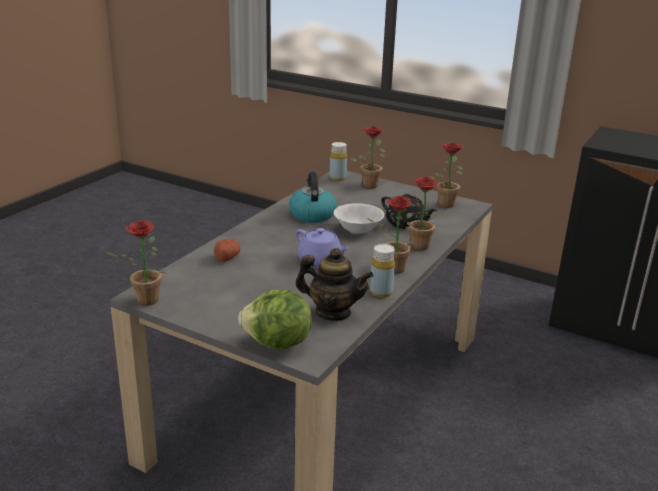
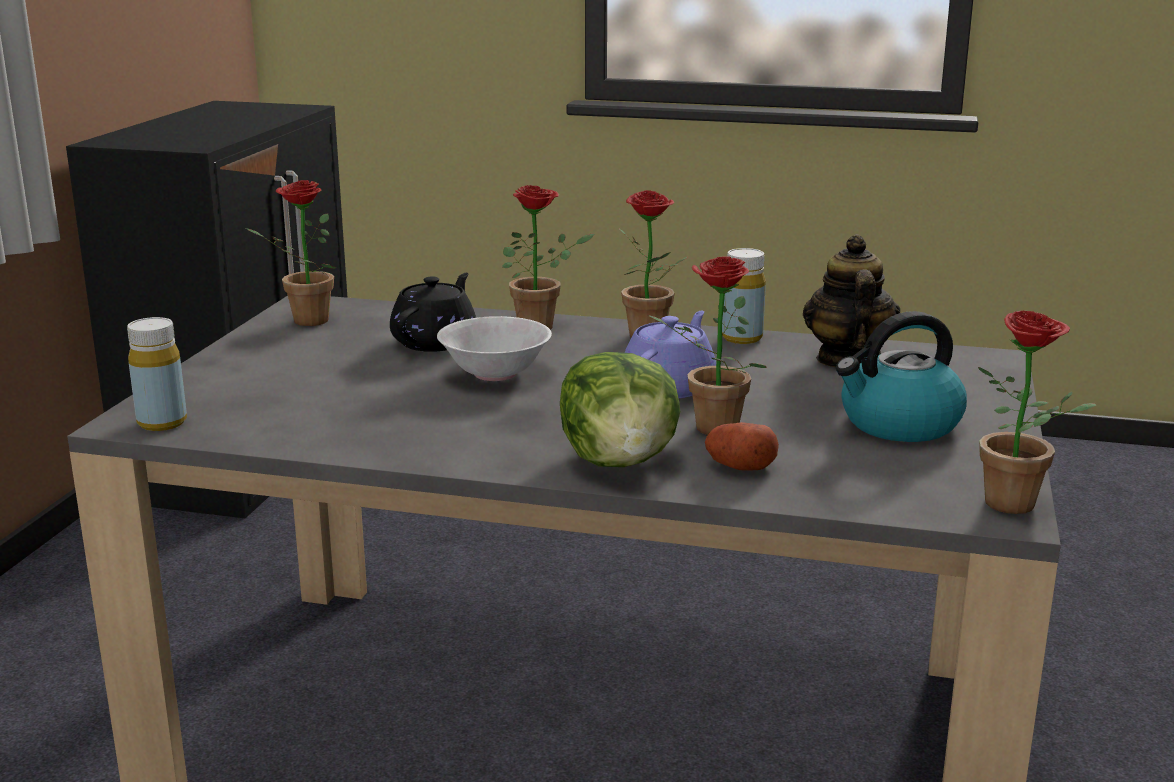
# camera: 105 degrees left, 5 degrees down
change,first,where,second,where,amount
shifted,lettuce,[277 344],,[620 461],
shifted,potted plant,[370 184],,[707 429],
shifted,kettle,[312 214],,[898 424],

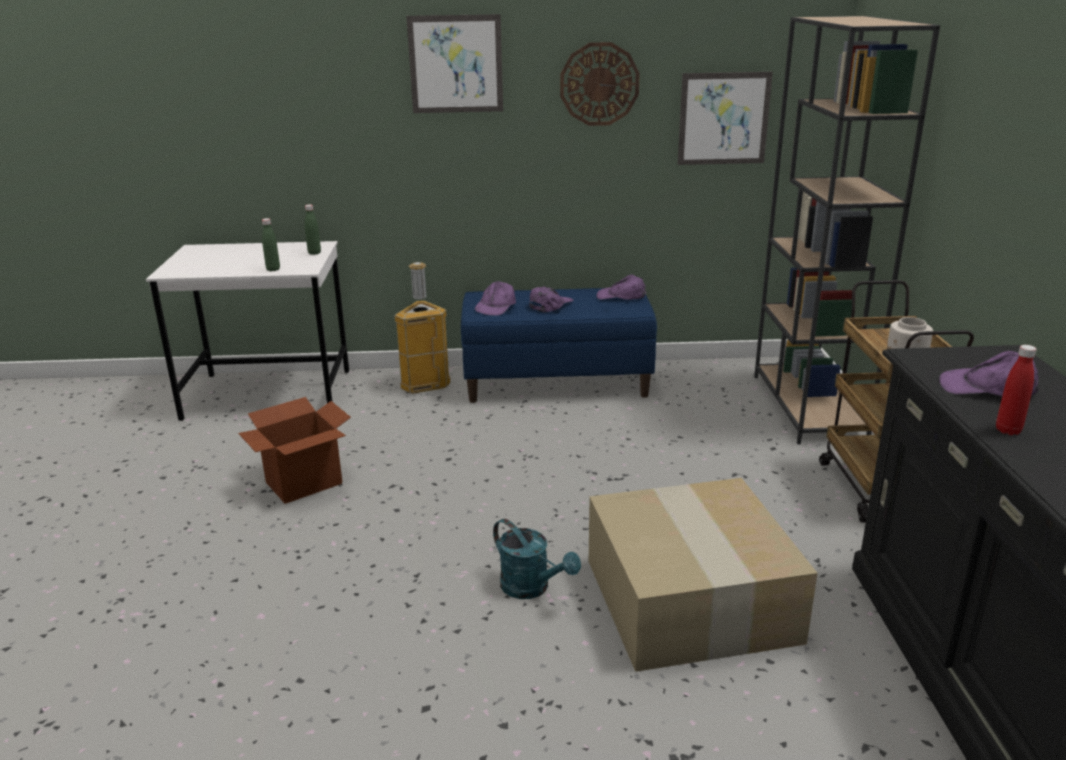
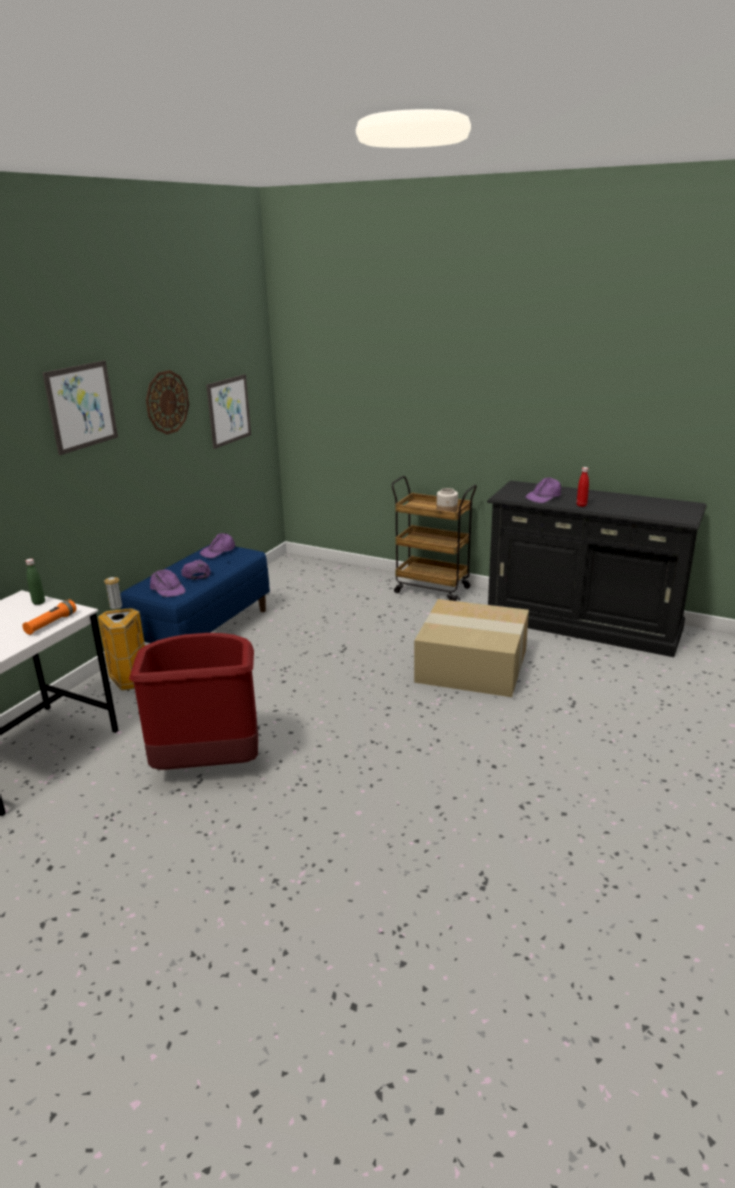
# camera: 60 degrees left, 0 degrees up
change,first,where,second,where,amount
swapped,bottle/green,[273 269],flashlight/orange,[51 624],
swapped,cardboard box,[303 483],trash can/red,[207 765],
gone,watering can/turquoise,[532 588],,,
gone,bookcase,[808 407],,,

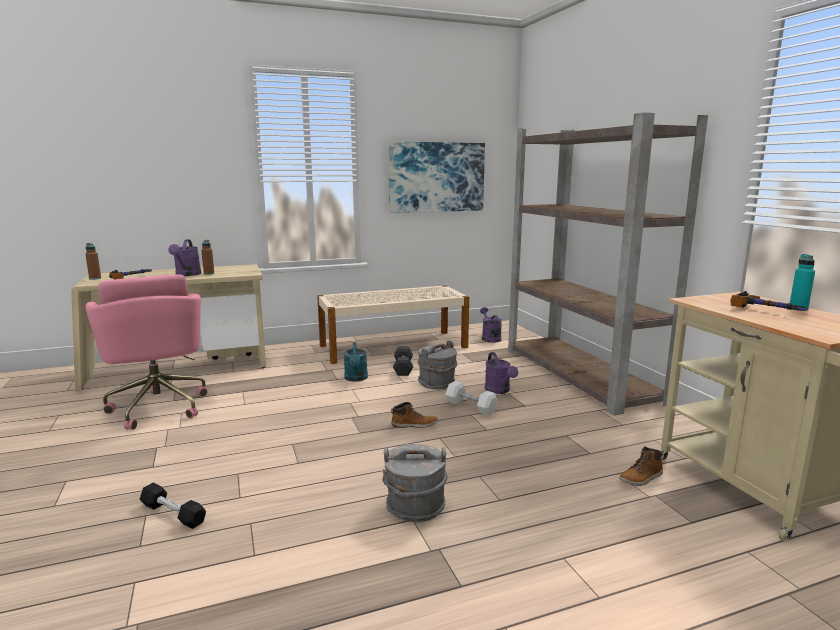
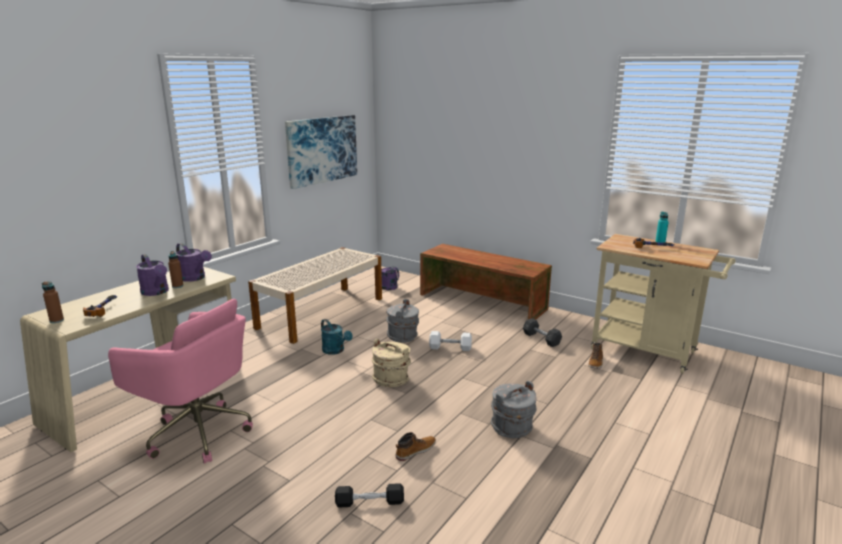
# camera: 35 degrees left, 5 degrees up
change,first,where,second,where,amount
shifted,watering can/purple,[499 391],,[195 278],
new,,,bucket/beige,[391 379],
shifted,boot,[414 425],,[415 451],
swapped,bookcase/brown,[579 374],bench/brown,[483 301],
shifted,dumbbell/grey,[403 368],,[541 339],

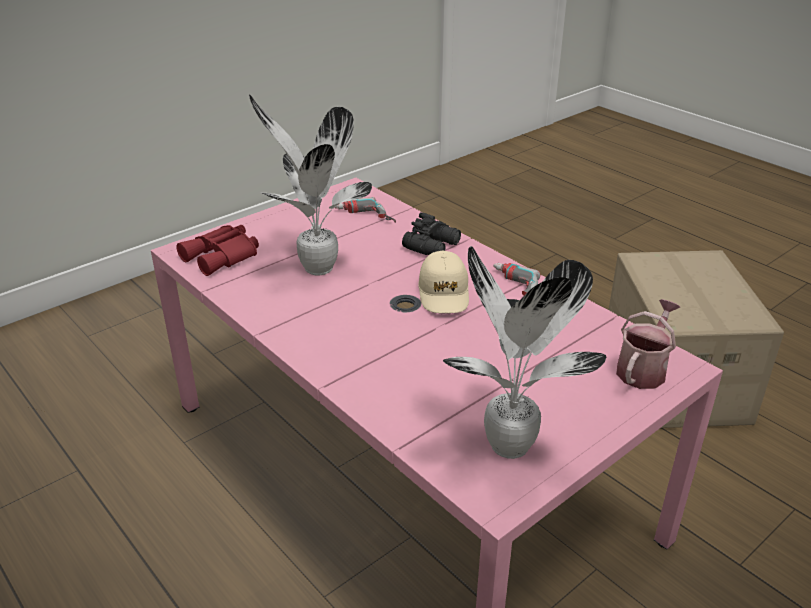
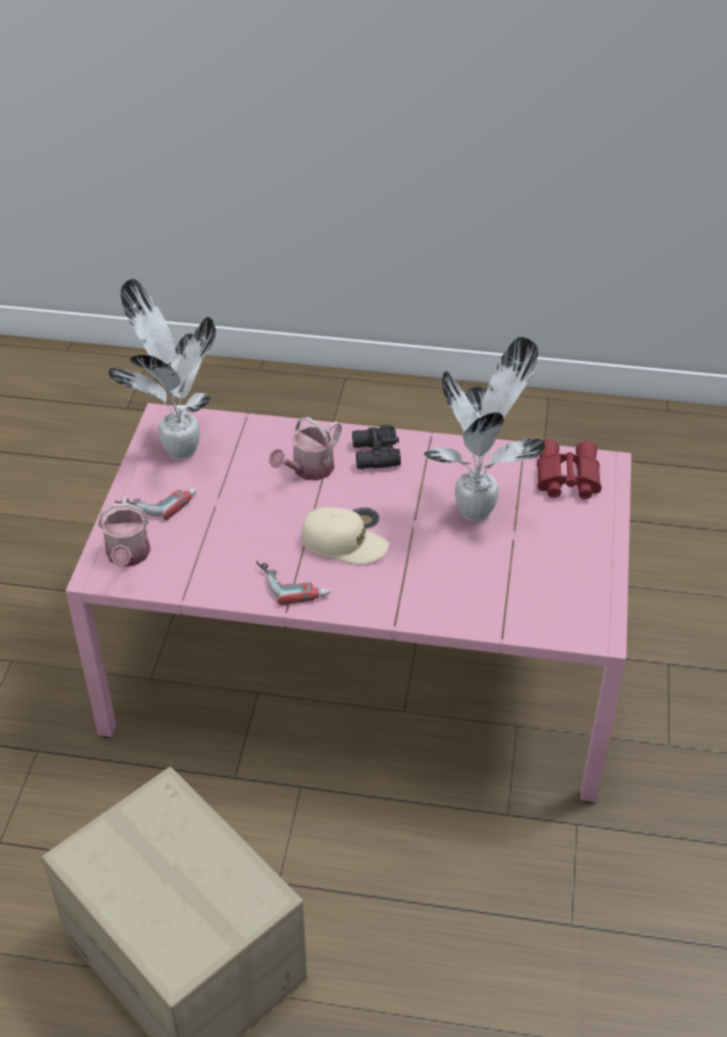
# camera: 140 degrees right, 10 degrees up
change,first,where,second,where,amount
shifted,power drill,[364 217],,[158 500],
new,,,watering can,[308 470],
rotated,cap/beige,[444 293],,[344 543],150 degrees clockwise
shifted,binoculars/black,[433 246],,[374 456],

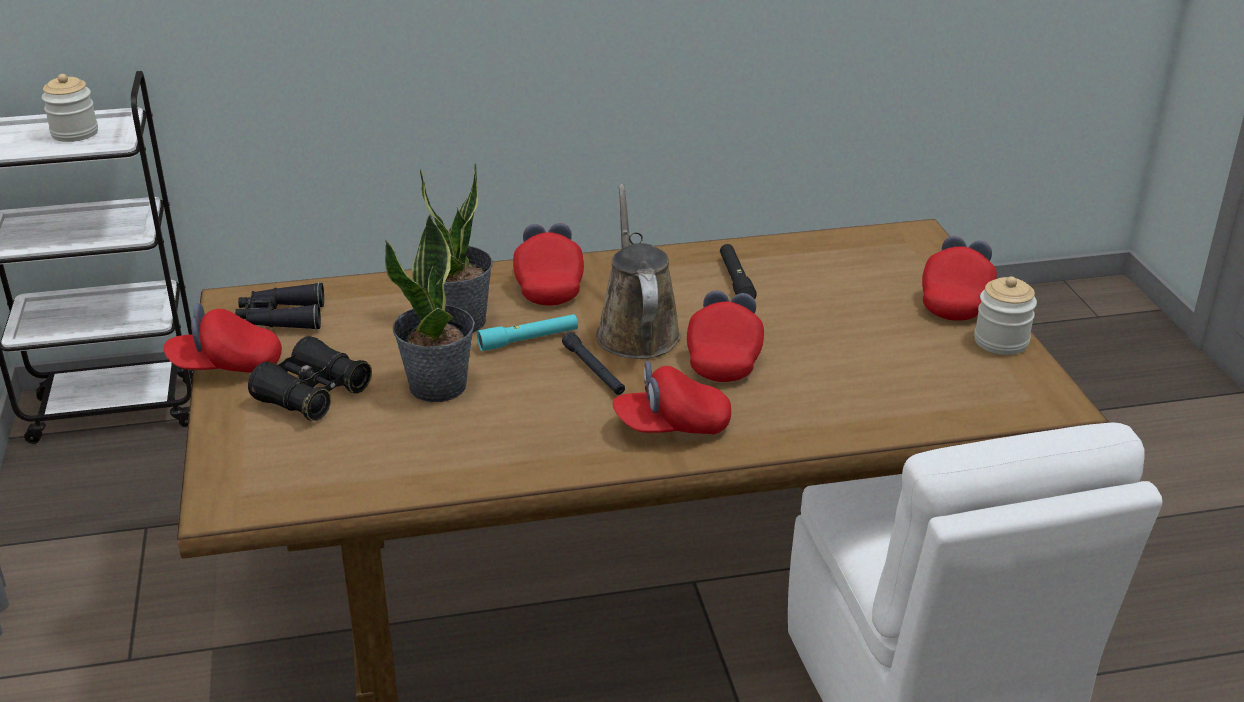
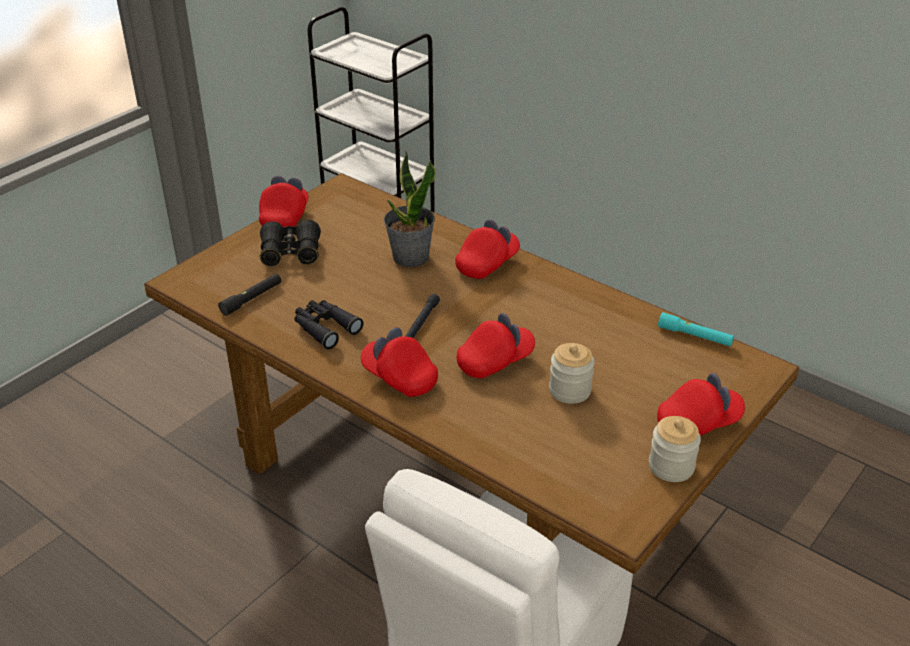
# camera: 50 degrees right, 5 degrees up
change,first,where,second,where,amount
shifted,flashlight/black,[735 280],,[252 299],
rotated,cap/red,[226 366],,[285 217],60 degrees clockwise
shifted,binoculars/black,[281 318],,[325 328],
shifted,jar,[75 133],,[570 390],
shifted,flashlight/turquoise,[528 340],,[694 336],
gone,potted plant,[439 386],,,
gone,watering can/brown,[636 331],,,

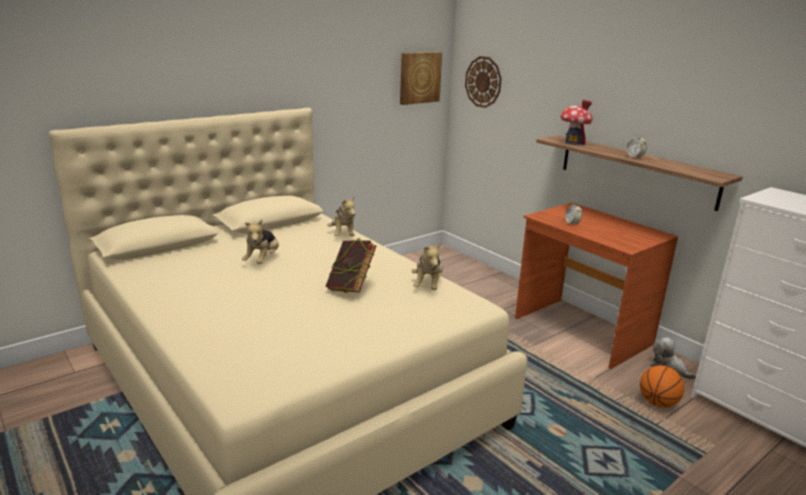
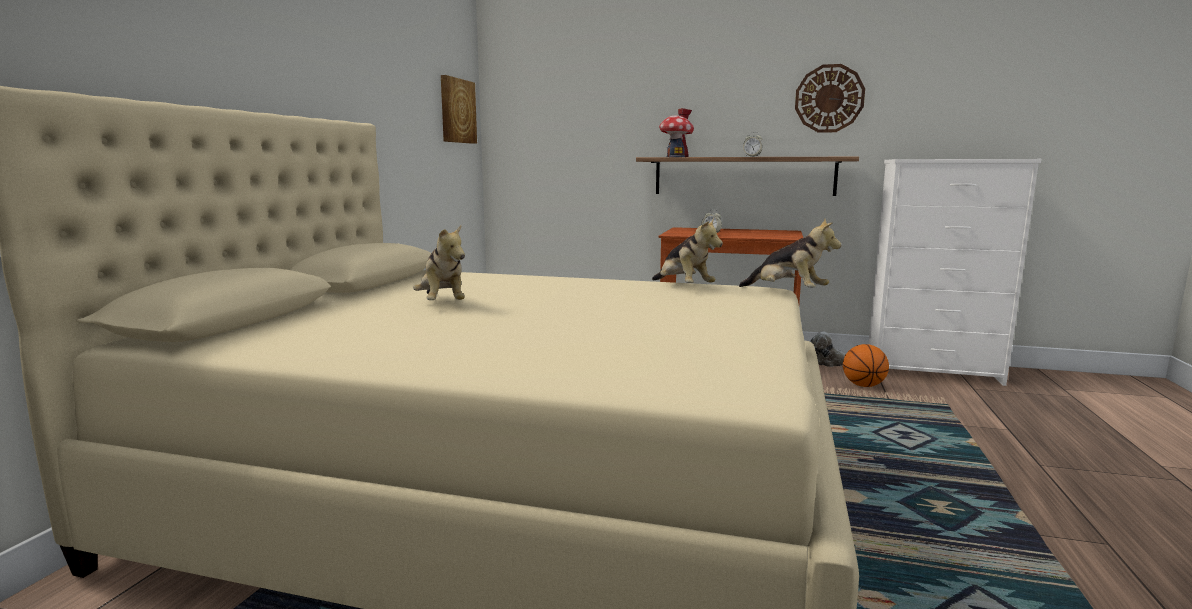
# camera: 35 degrees left, 10 degrees down
change,first,where,second,where,amount
shifted,plush toy,[342 234],,[787 292],
shifted,wall clock,[483 82],,[829 98],
gone,book,[351 289],,,

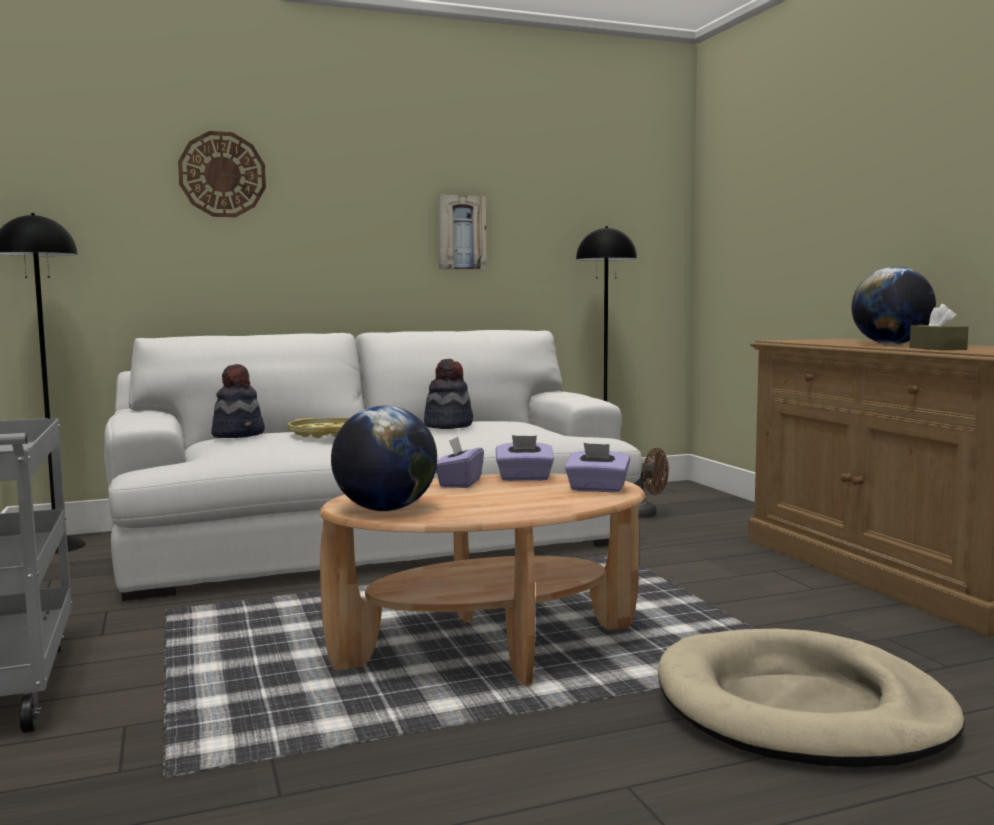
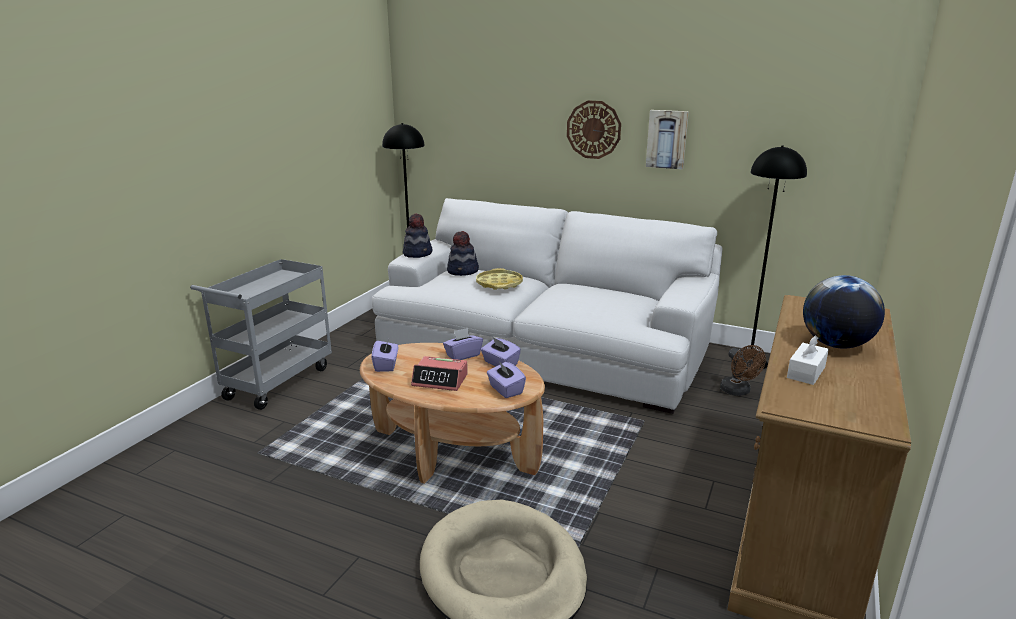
# camera: 45 degrees right, 15 degrees up
change,first,where,second,where,amount
swapped,globe,[385 509],tissue box/purple,[386 365],
shifted,hat,[448 425],,[418 253],
new,,,alarm clock,[440 380],
shifted,wall clock,[222 174],,[593 129],
repainted,tissue box/brown,[937 348],tissue box/white,[806 372],

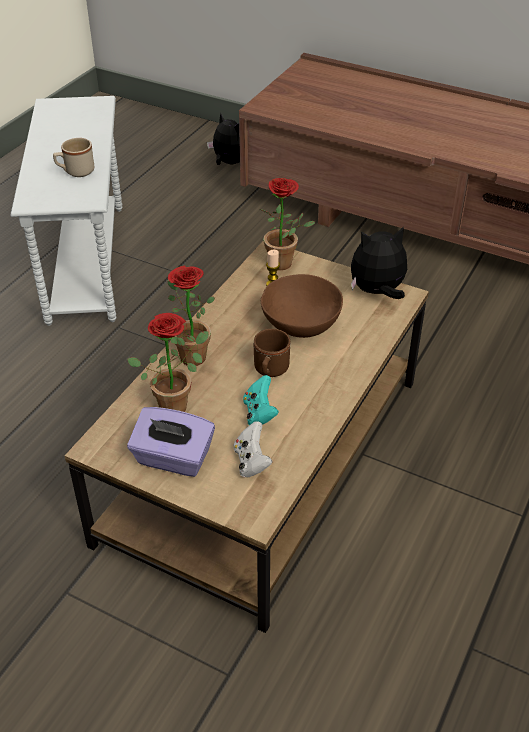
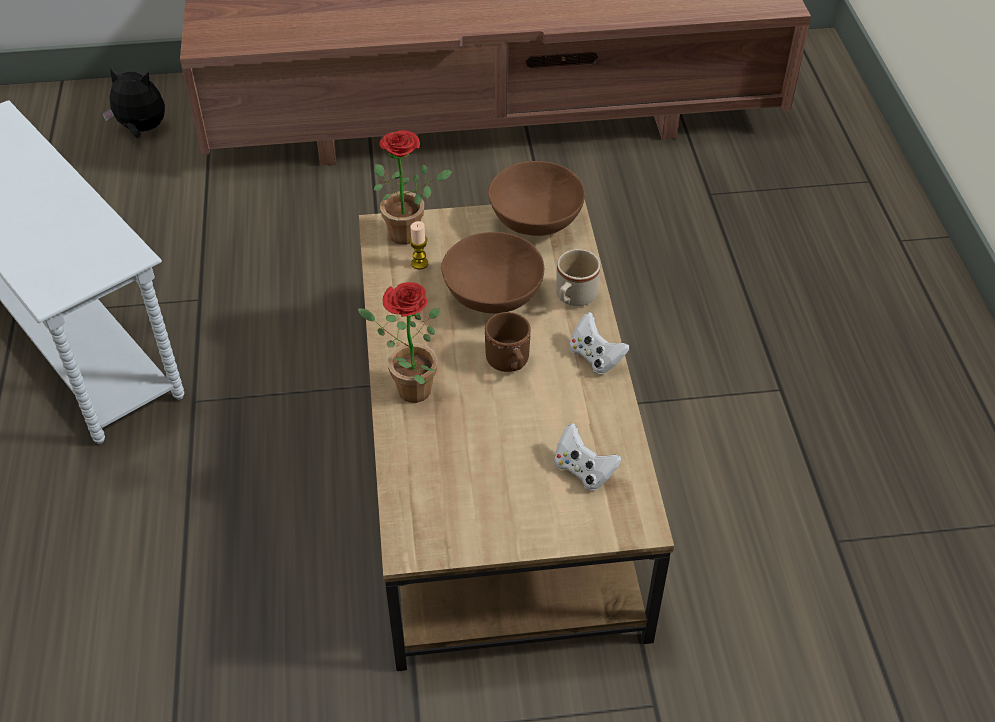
# camera: 35 degrees left, 5 degrees up
change,first,where,second,where,amount
swapped,plush toy,[377 292],bowl/brown,[535 221],
shifted,mug/beige,[75 172],,[573 298],
new,,,game controller/white,[595 357],
gone,potted plant,[177 403],,,
gone,tissue box/purple,[173 458],,,
gone,game controller/turquoise,[259 413],,,

